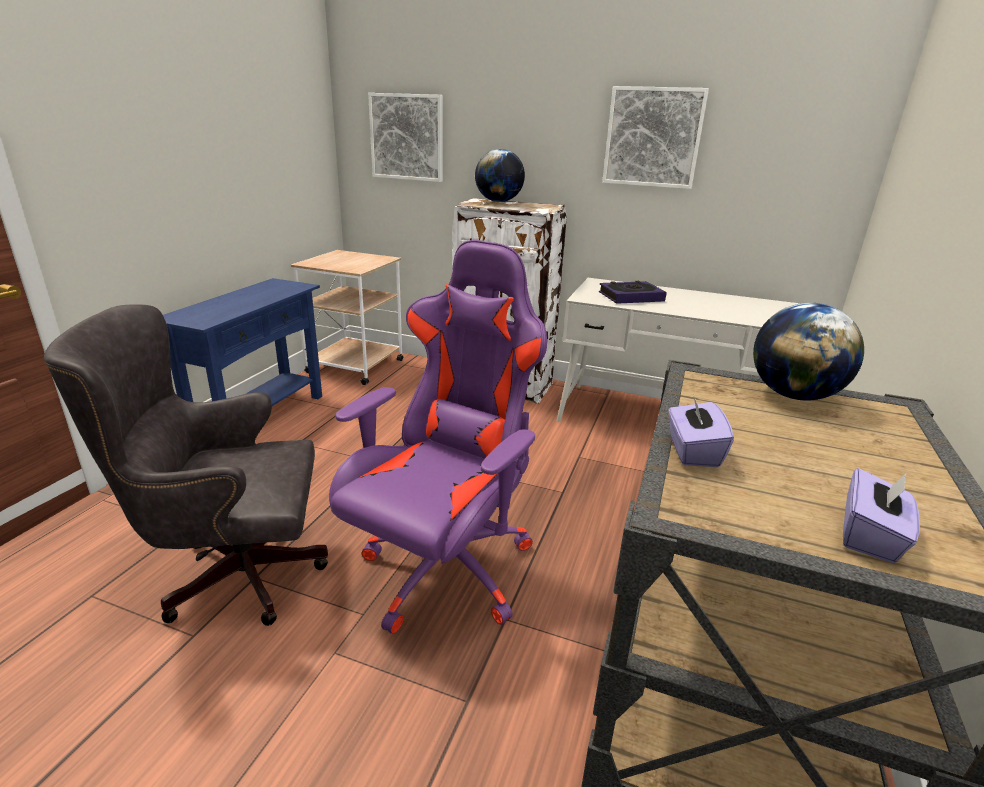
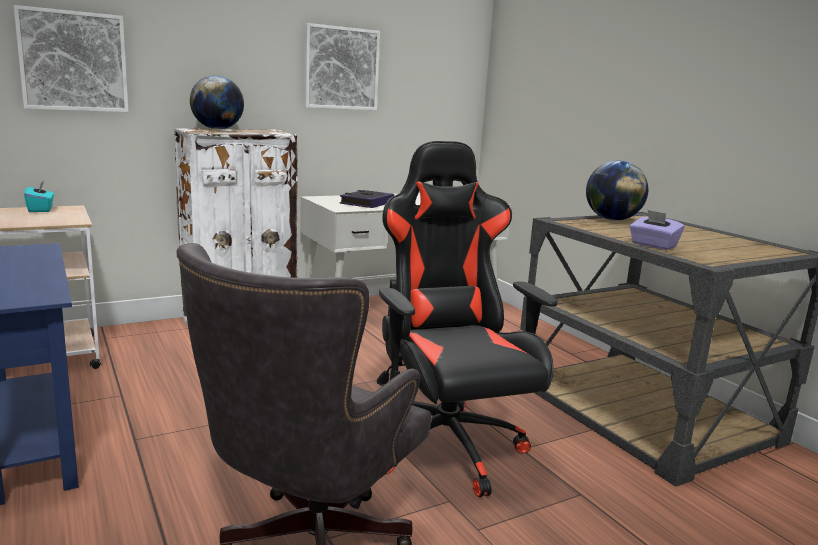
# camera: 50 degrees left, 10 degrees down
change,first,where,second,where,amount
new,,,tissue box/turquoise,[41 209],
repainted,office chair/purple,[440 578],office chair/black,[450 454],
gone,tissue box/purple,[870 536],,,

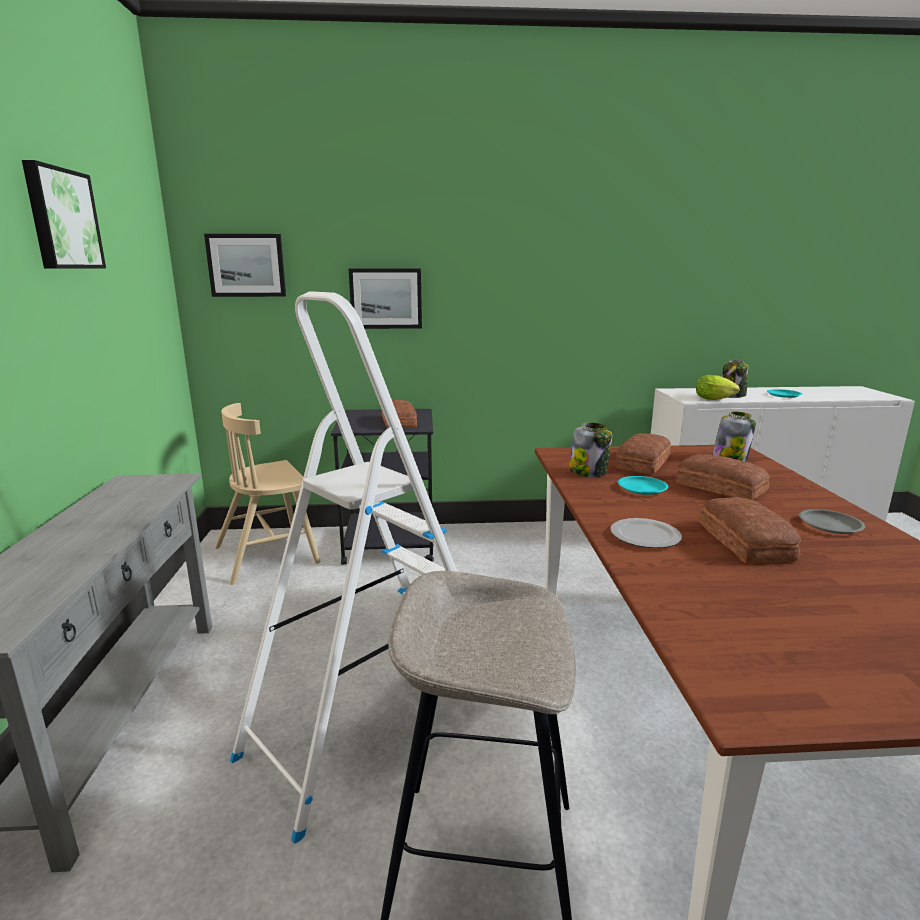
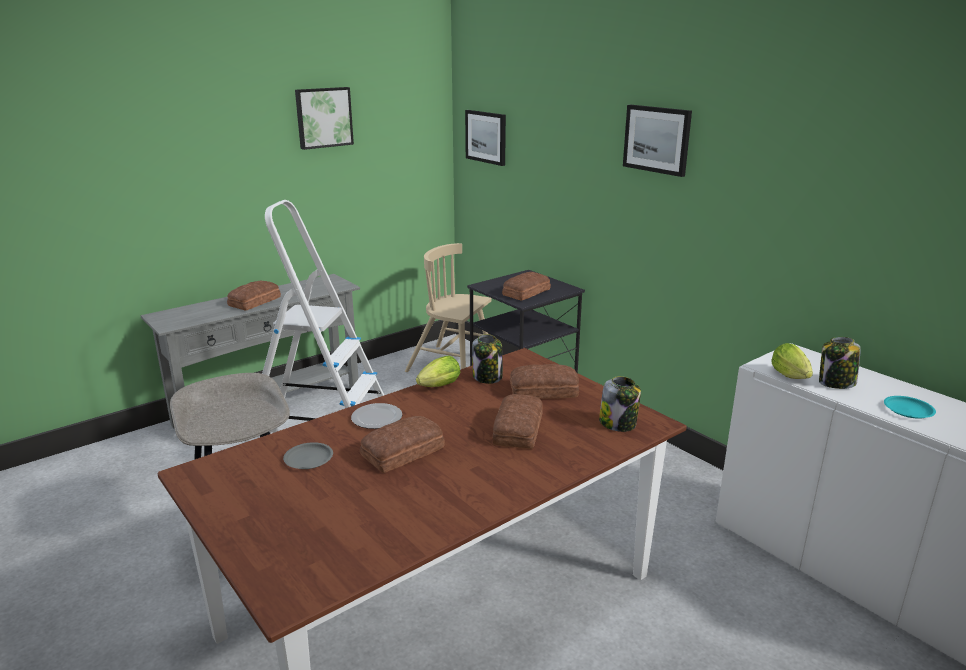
# camera: 55 degrees right, 5 degrees up
change,first,where,second,where,amount
new,,,bread,[256 301],
shifted,plate/grey,[829 525],,[309 459],
new,,,lettuce,[437 387],
shifted,picture,[386 298],,[657 139],
gone,plate/turquoise,[642 488],,,

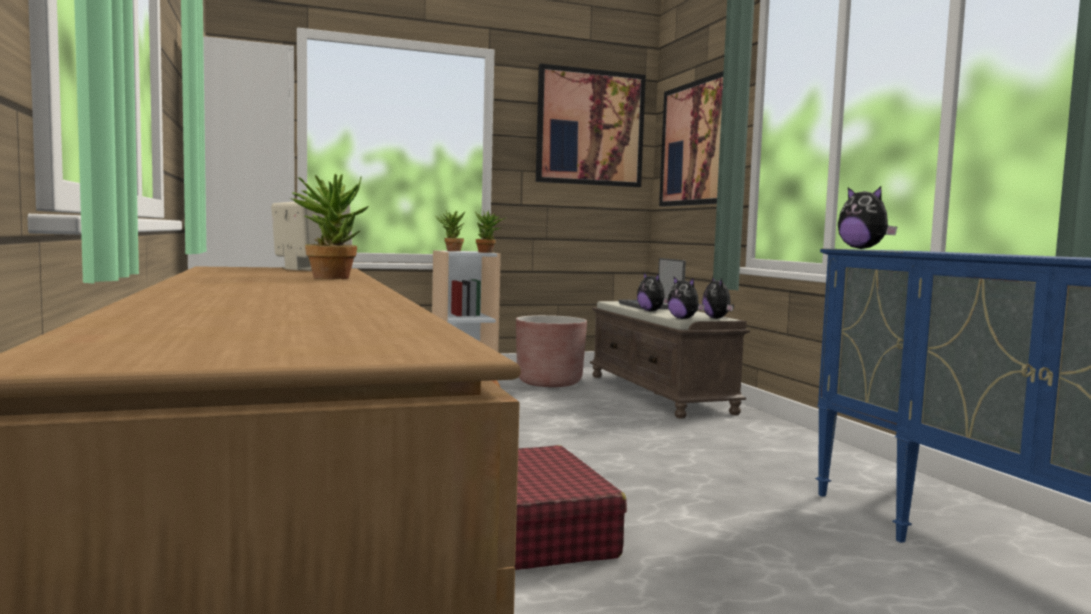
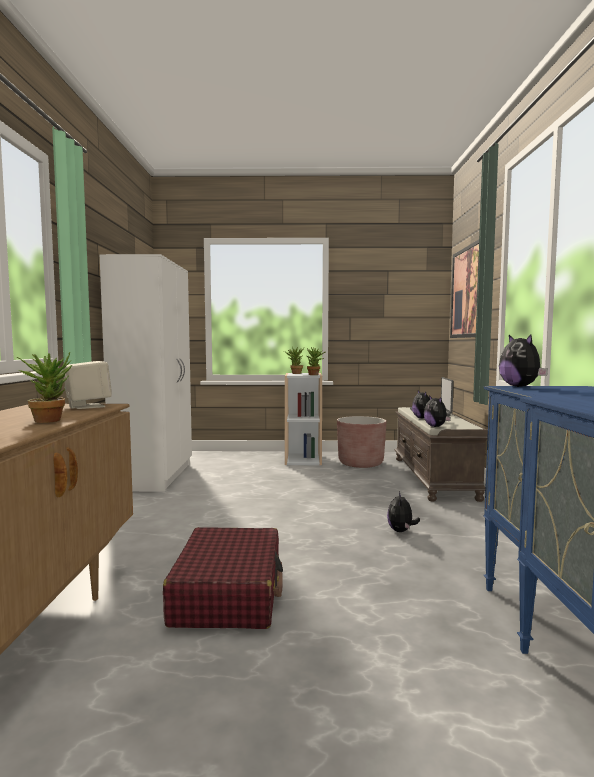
# camera: 20 degrees right, 0 degrees up
change,first,where,second,where,amount
shifted,plush toy,[717 318],,[401 531],
gone,picture,[590 127],,,

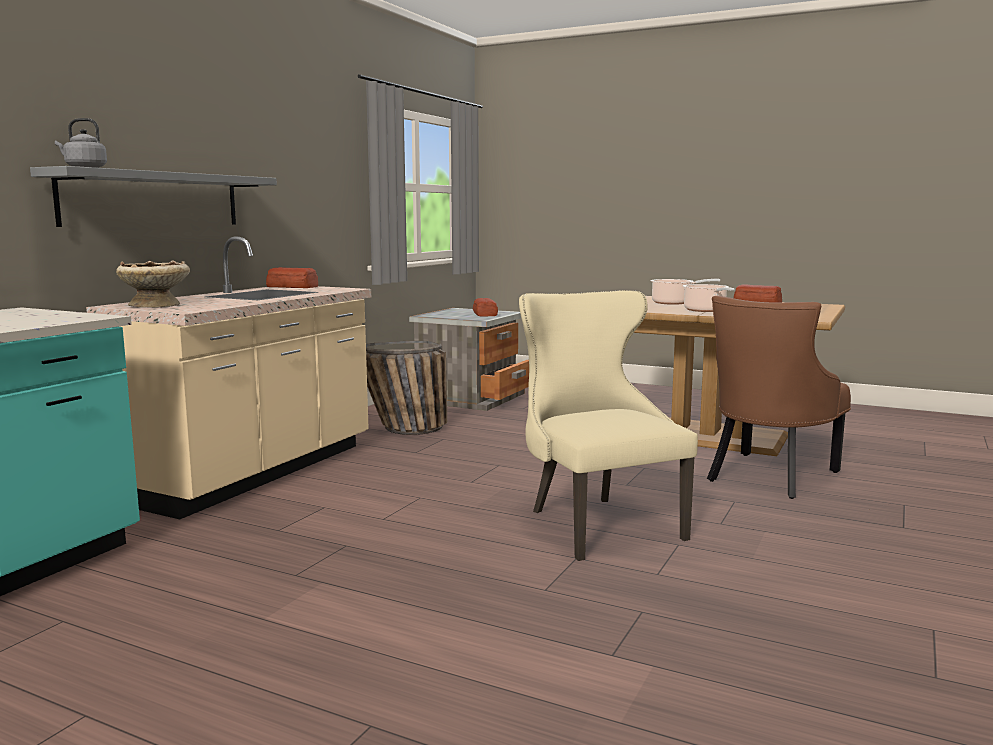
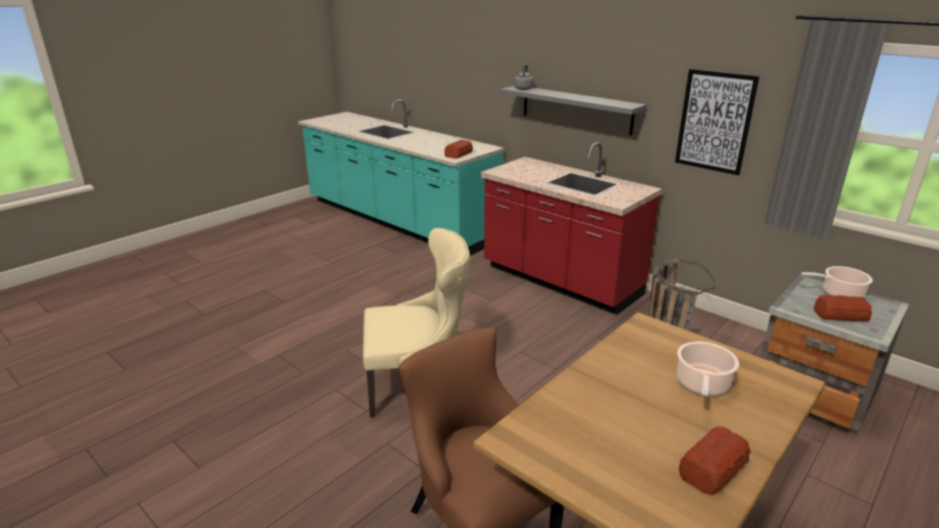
# camera: 105 degrees right, 15 degrees up
change,first,where,second,where,amount
shifted,bread,[292 287],,[459 154],
repainted,counter/beige,[254 473],counter/red,[560 282],
new,,,picture,[715 121],
shifted,cooking pot,[706 310],,[839 294],
gone,bowl/beige,[156 305],,,

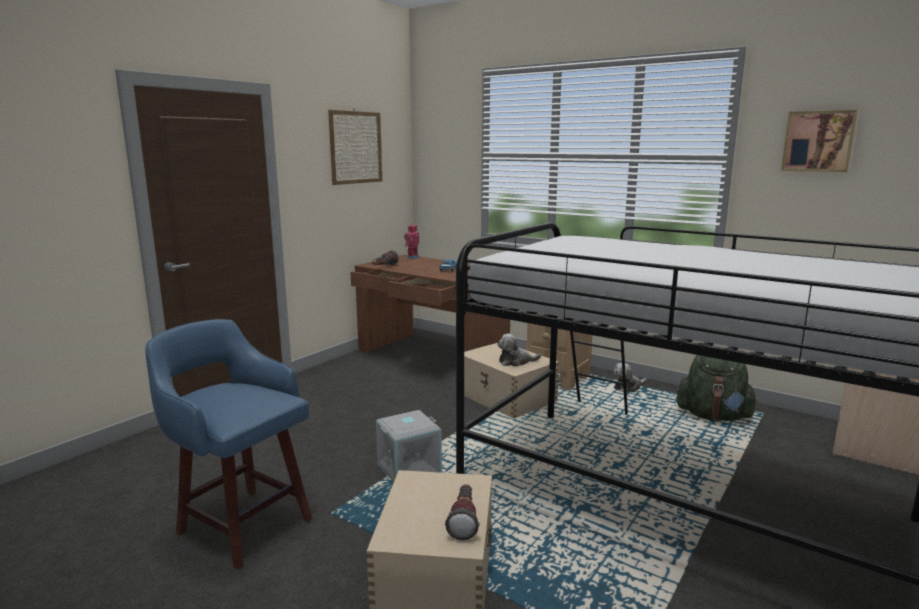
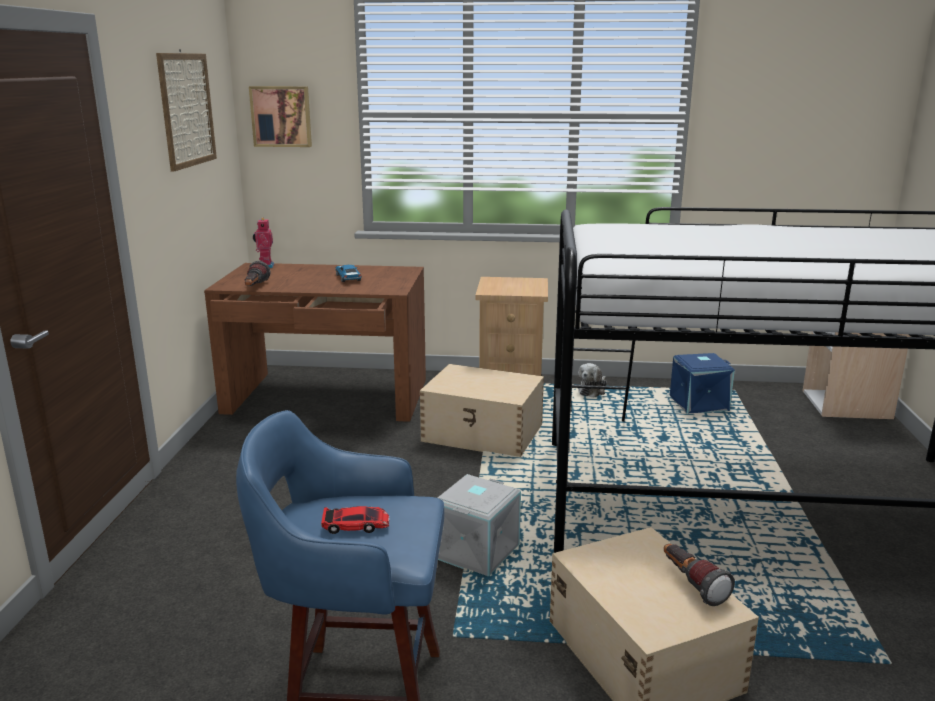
# camera: 30 degrees left, 5 degrees up
change,first,where,second,where,amount
shifted,picture,[818 141],,[281 116],
new,,,toy car,[356 524],
swapped,backpack/green,[713 416],storage box/blue,[698 403],
gone,plush toy,[516 362],,,

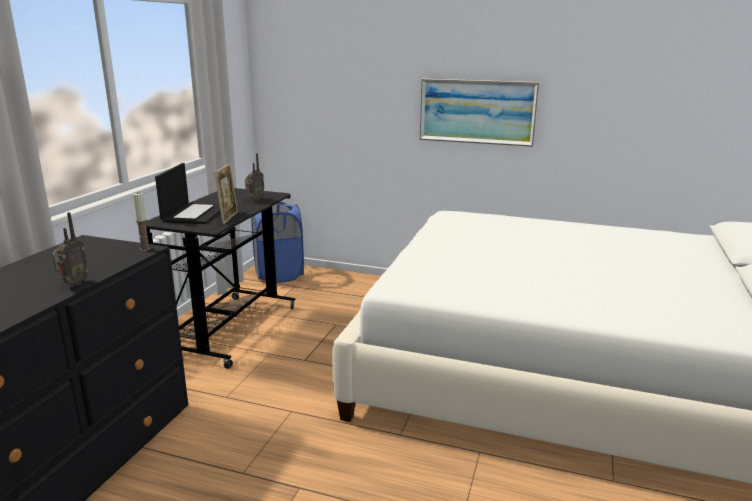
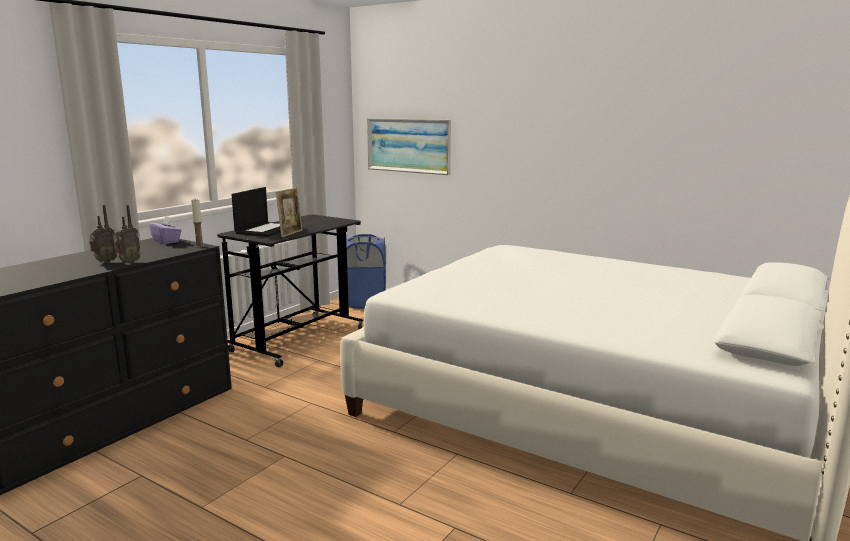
# camera: 15 degrees right, 5 degrees down
change,first,where,second,where,amount
shifted,radio,[255 200],,[105 262],
new,,,tissue box/purple,[166 241],
shifted,picture,[477 111],,[408 145],

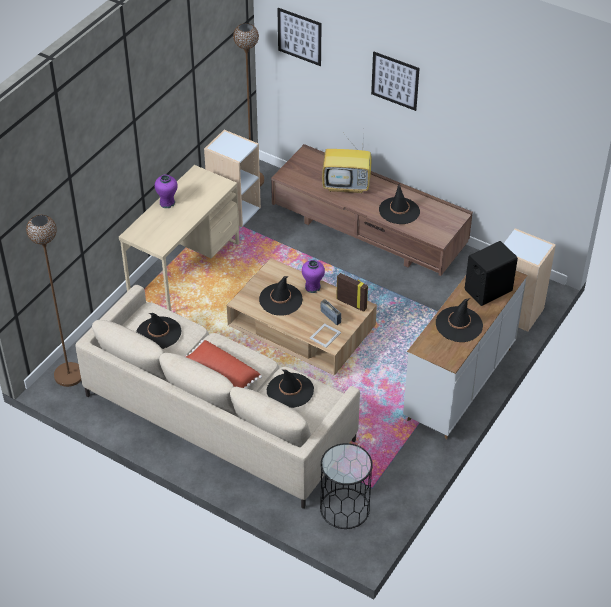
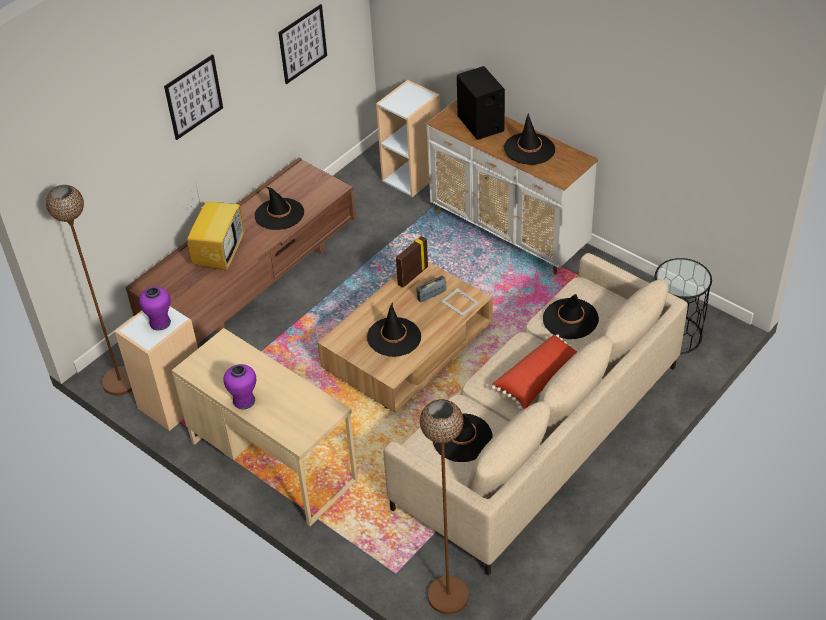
# camera: 80 degrees left, 0 degrees up
change,first,where,second,where,amount
shifted,vase/purple,[312 287],,[160 322],
shifted,picture,[299 36],,[302 44],

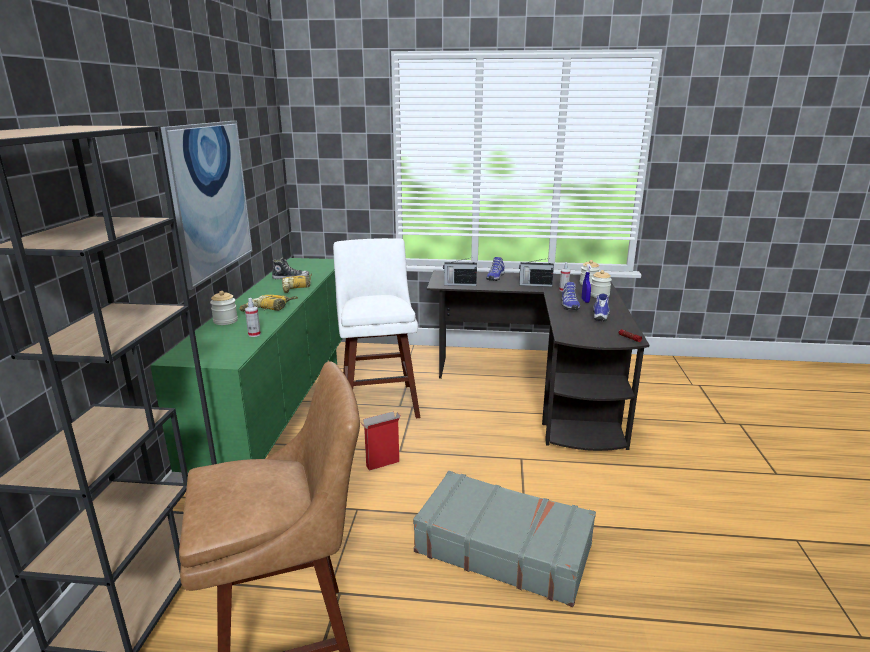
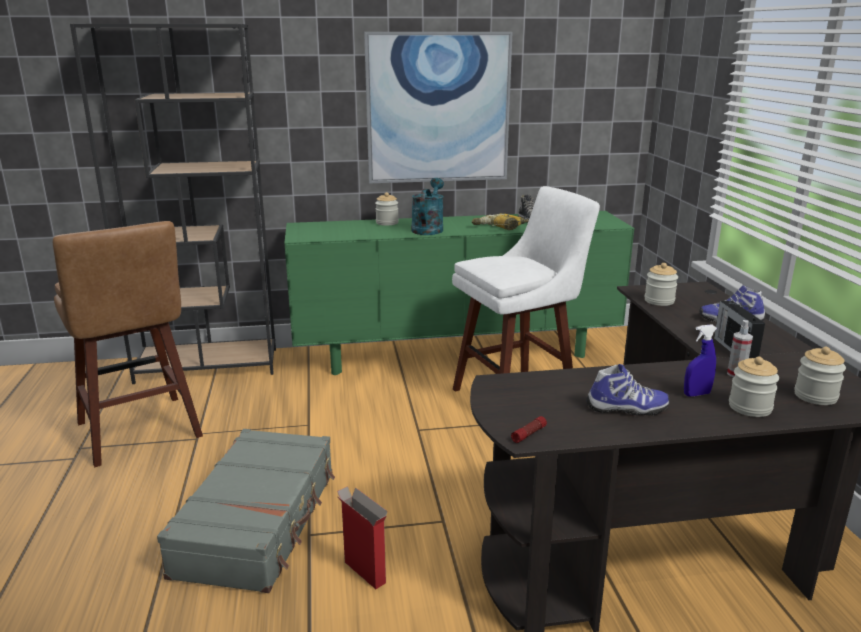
# camera: 75 degrees right, 0 degrees up
change,first,where,second,where,amount
shifted,cardboard box,[382 464],,[364 572],
swapped,power drill,[268 309],watering can/turquoise,[428 228],
swapped,radio,[459 284],jar,[659 301],
gone,spray bottle,[254 334],,,
gone,shoe,[569 305],,,

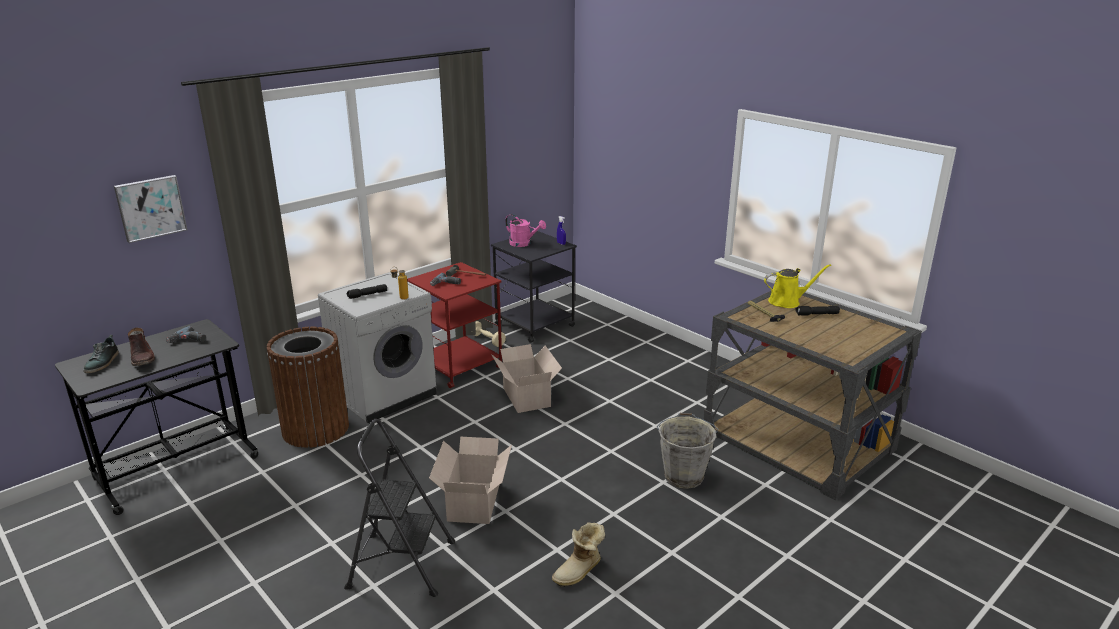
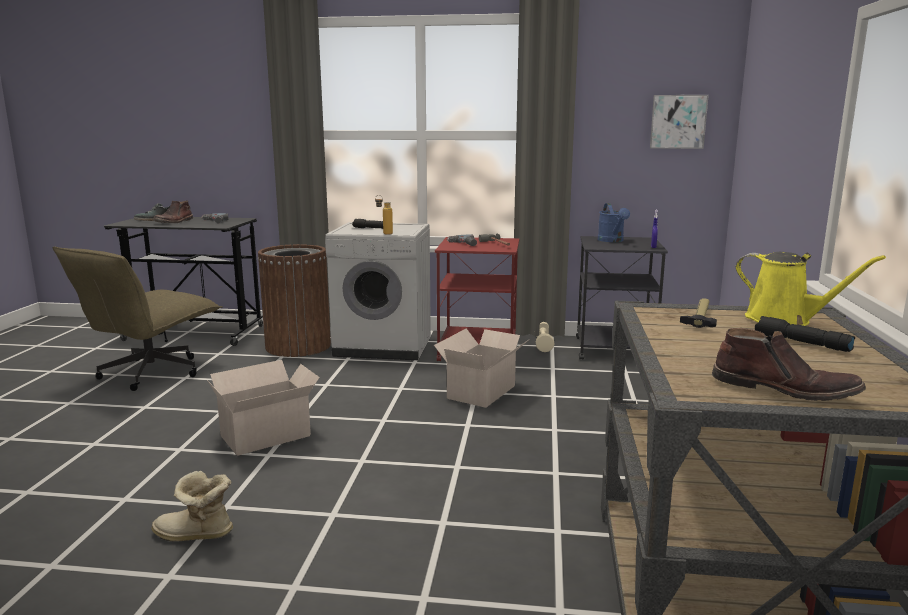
# camera: 50 degrees right, 10 degrees down
change,first,where,second,where,amount
new,,,office chair/beige,[153 372],
repainted,watering can/pink,[524 244],watering can/blue,[612 241],
shifted,picture,[150 208],,[678 121],
new,,,boot/brown,[783 389],
gone,step ladder/black,[398 563],,,
gone,bucket/grey,[683 475],,,

